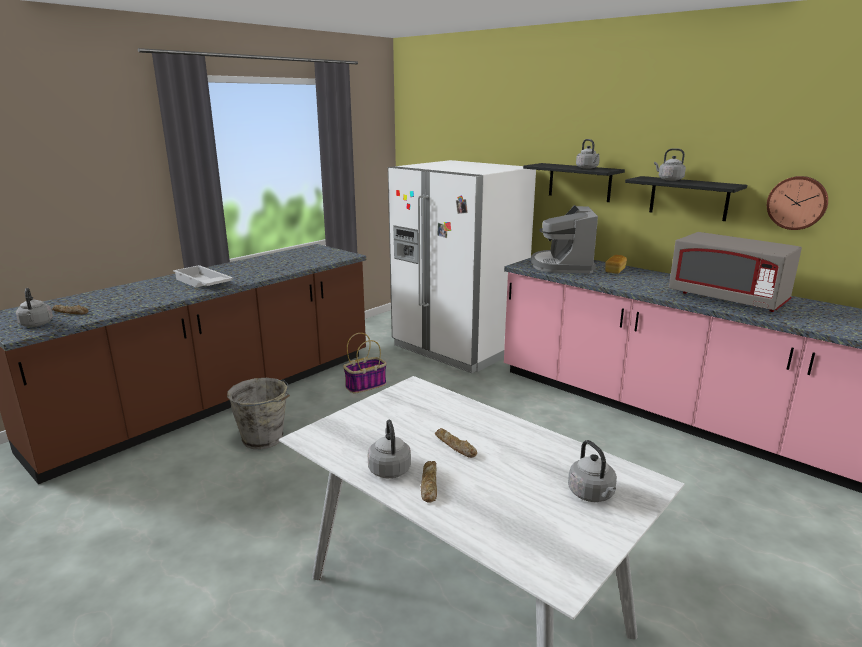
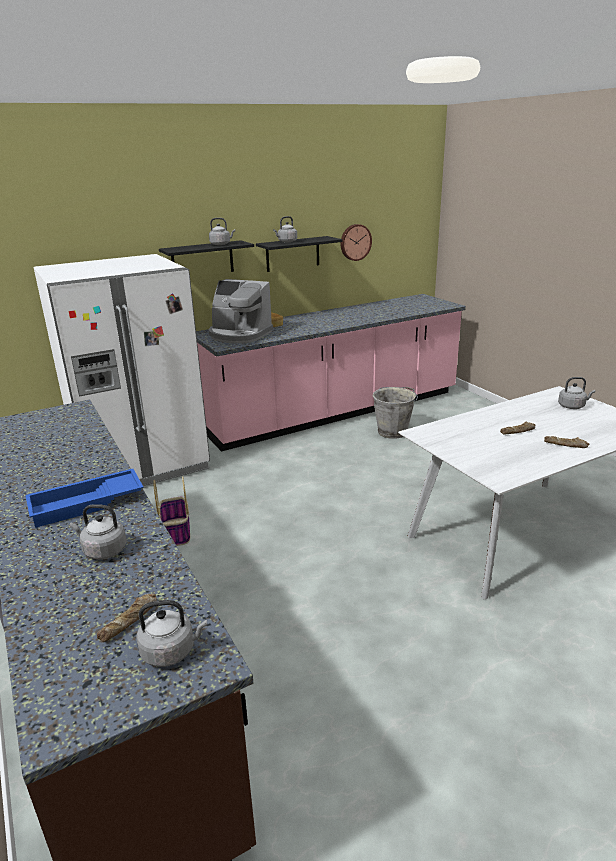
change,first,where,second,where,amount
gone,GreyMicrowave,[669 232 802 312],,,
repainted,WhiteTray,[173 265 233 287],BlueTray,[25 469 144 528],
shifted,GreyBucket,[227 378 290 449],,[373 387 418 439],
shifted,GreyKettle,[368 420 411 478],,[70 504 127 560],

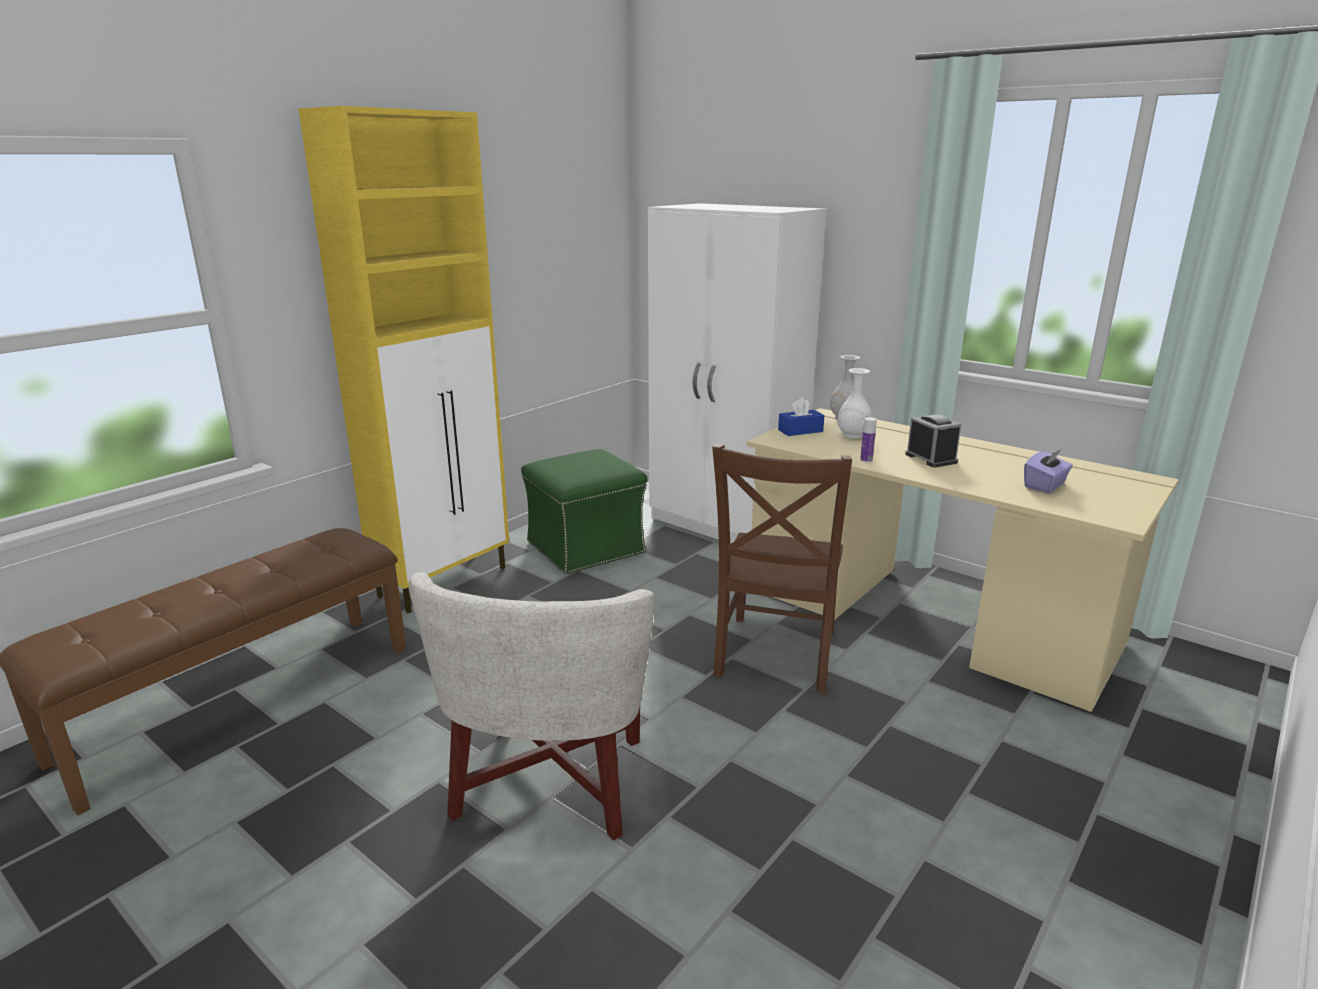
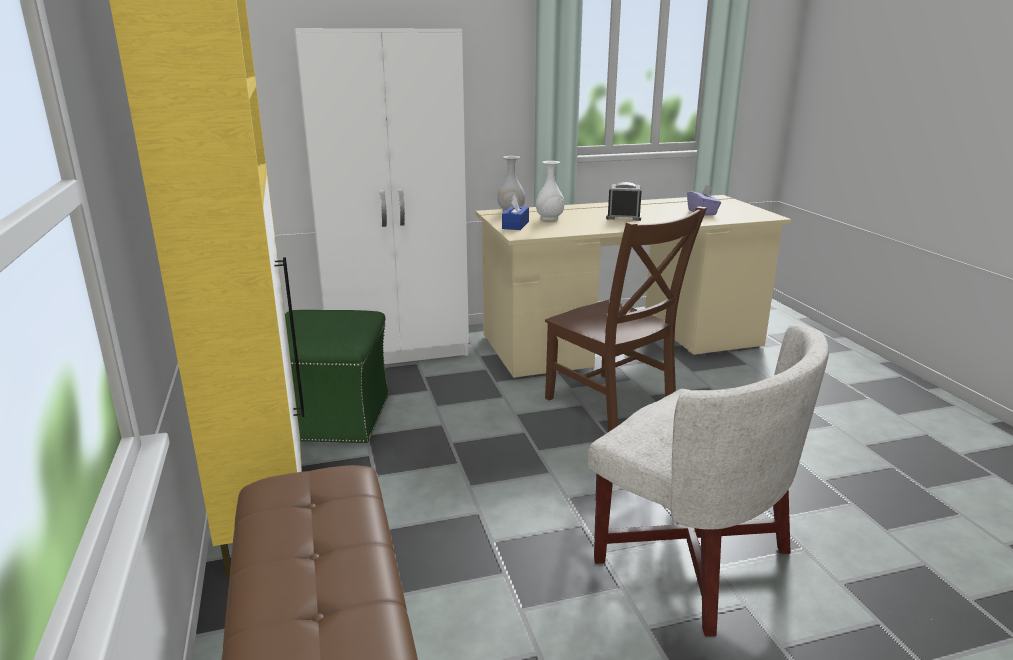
change,first,where,second,where,amount
gone,Bottle,[860 417 877 463],,,

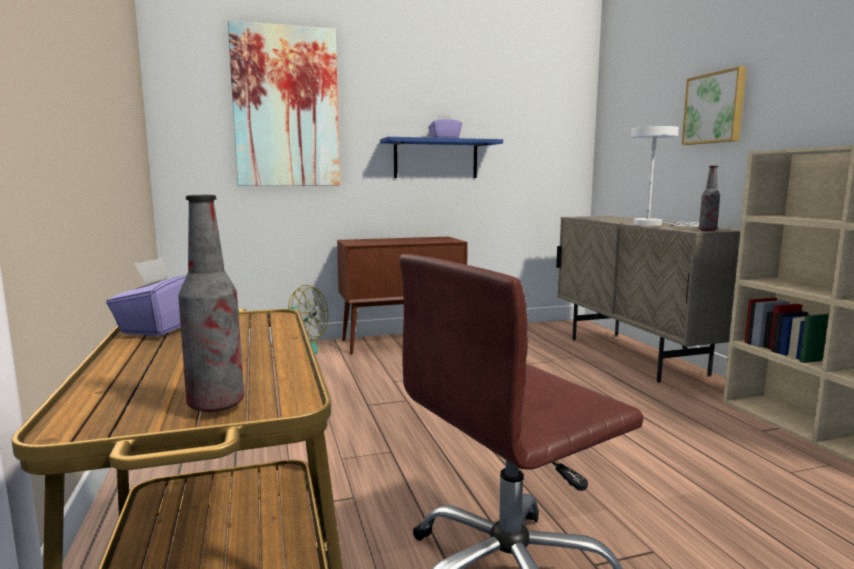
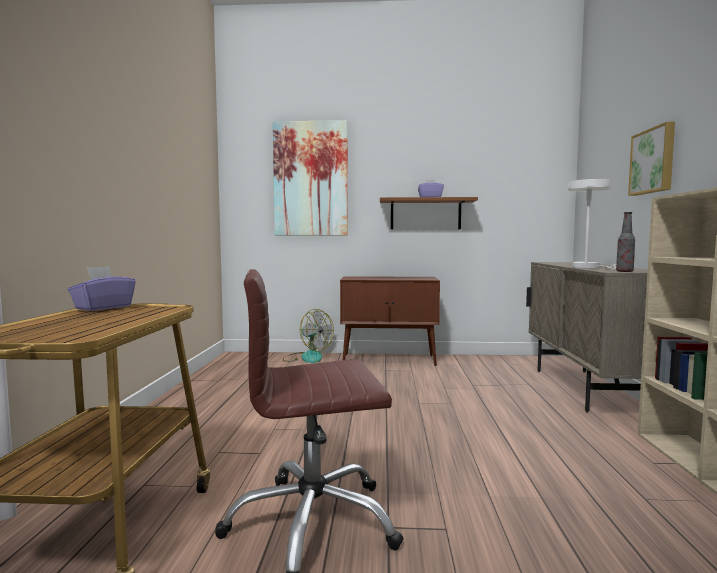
change,first,where,second,where,amount
repainted,BlueShelf,[380 137 503 178],BrownShelf,[380 197 478 230],
gone,Bottle,[178 195 244 412],,,

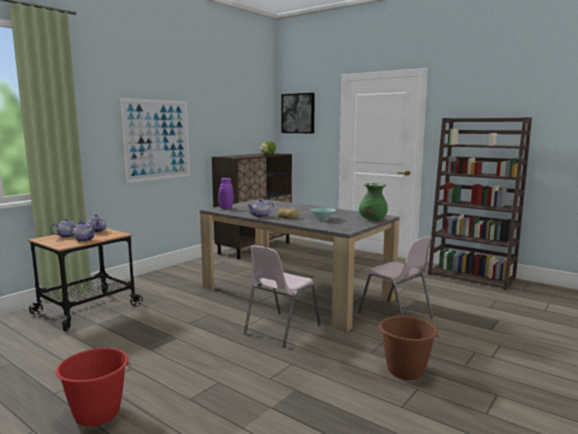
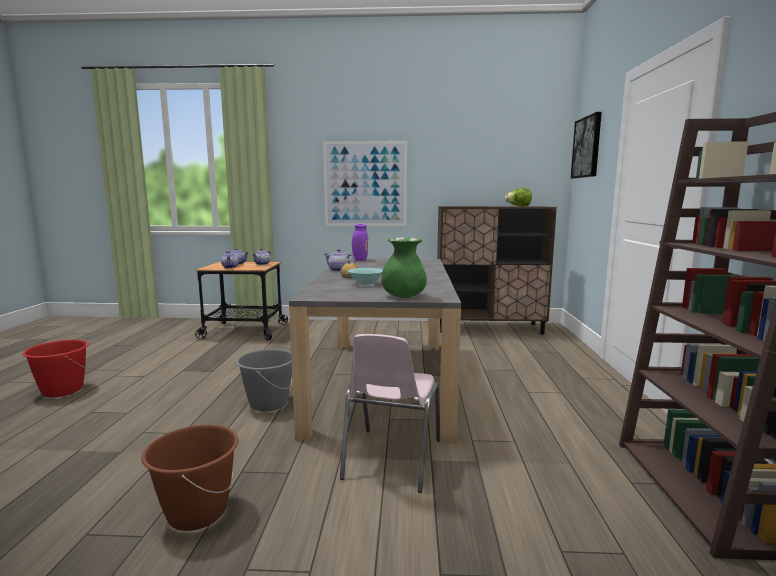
change,first,where,second,where,amount
swapped,PinkChair,[244 246 321 347],GreyBucket,[236 349 292 412],

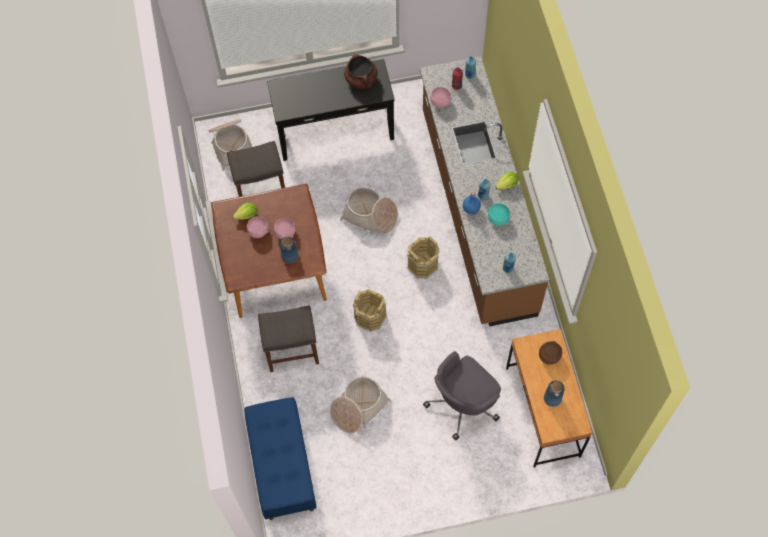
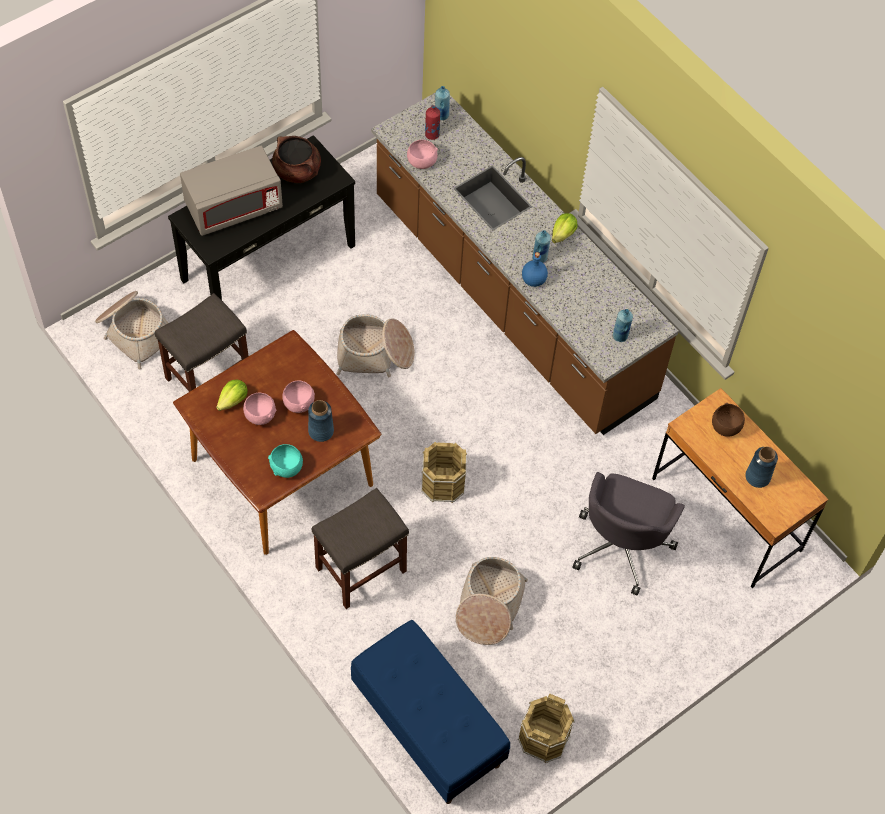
change,first,where,second,where,amount
shifted,TurquoiseBowl,[488 203 510 226],,[268 444 303 478],
shifted,BrownBucket,[407 236 439 279],,[518 693 575 763],
new,,,GreyMicrowave,[180 146 283 236],

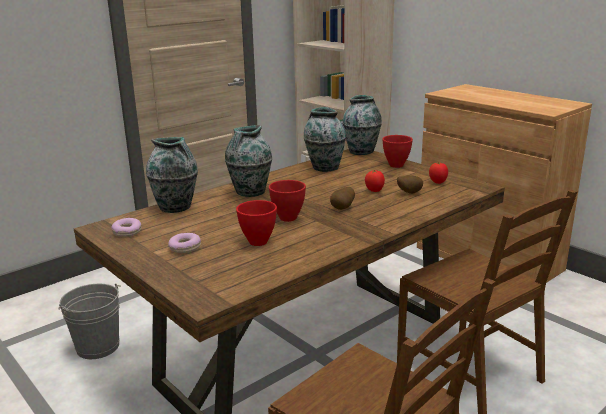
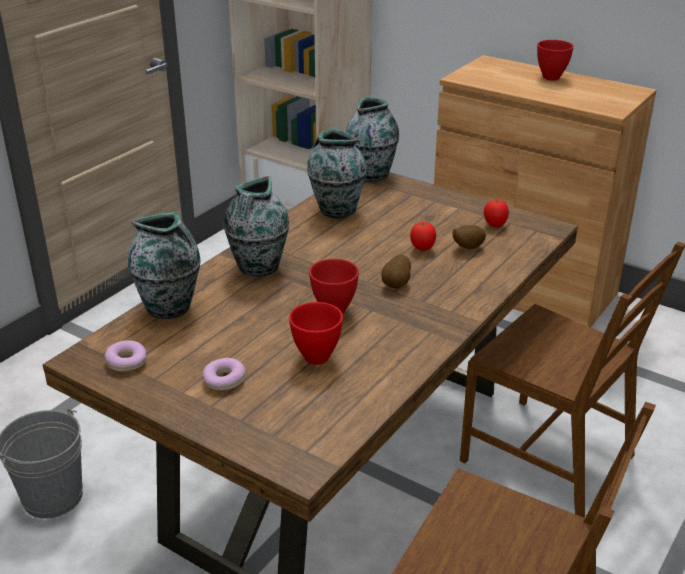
change,first,where,second,where,amount
shifted,RedBowl,[382 135 413 168],,[537 40 574 81],

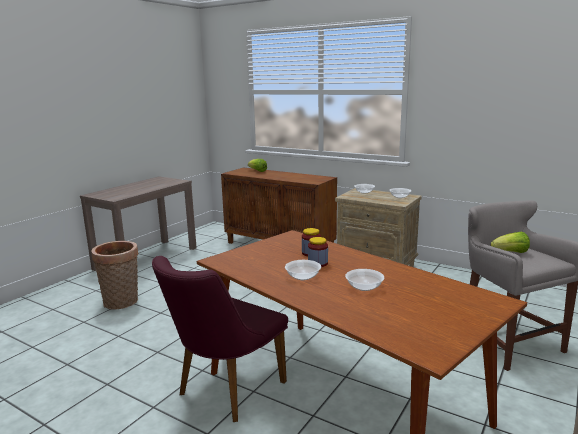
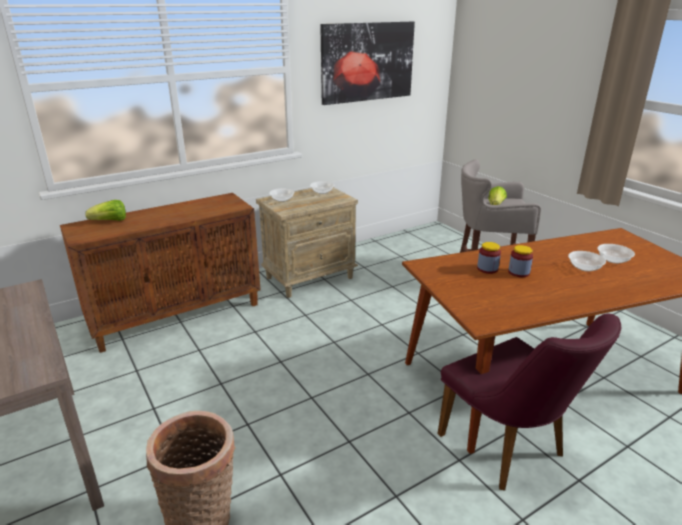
change,first,where,second,where,amount
shifted,Bowl,[285 260 321 280],,[598 244 635 264],
new,,,Picture,[320 22 415 105],

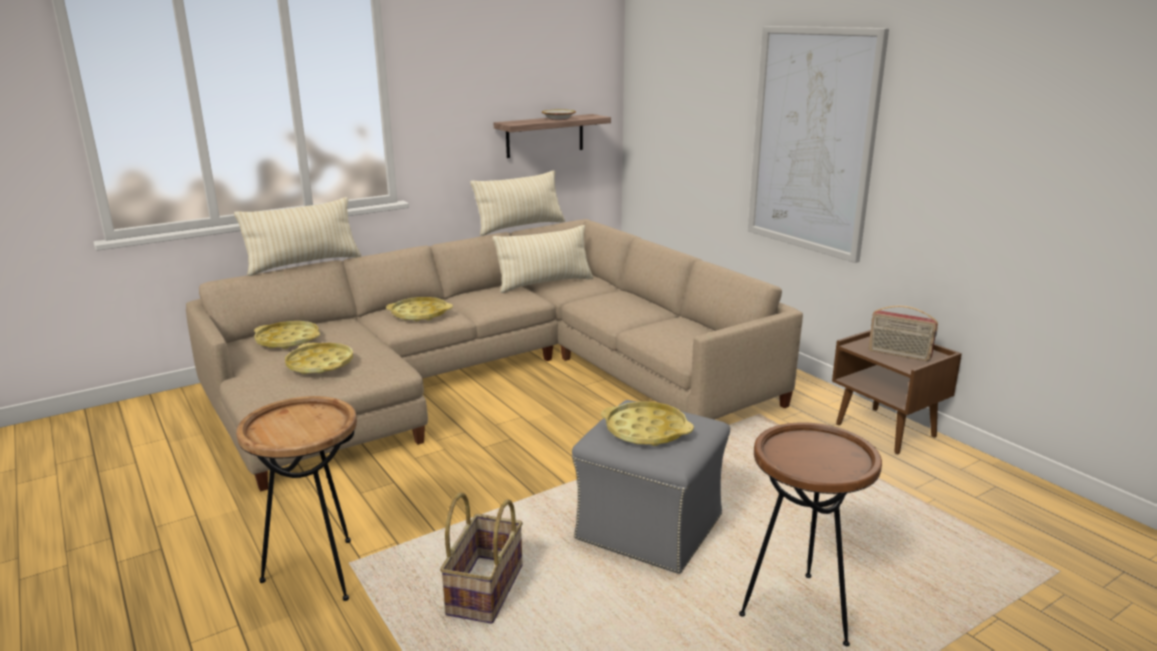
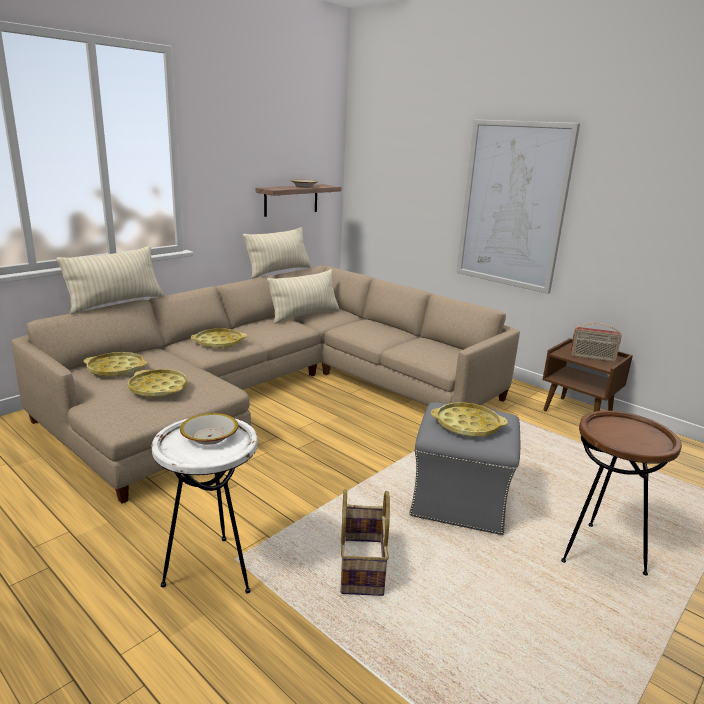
change,first,where,second,where,amount
repainted,BrownSideTable,[236 396 357 601],WhiteSideTable,[152 418 258 594],
new,,,Bowl,[180 413 238 445],

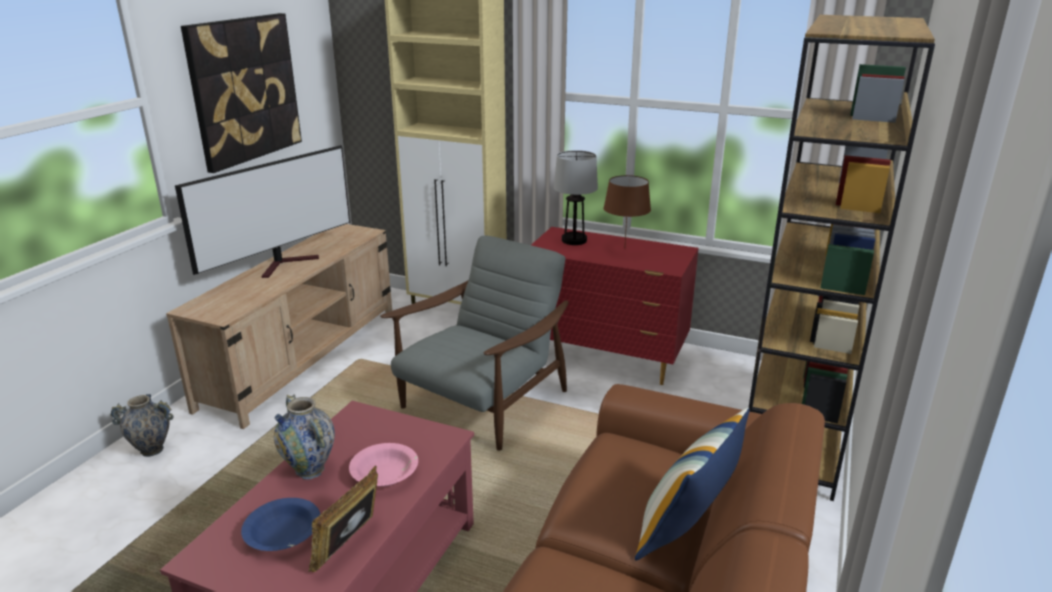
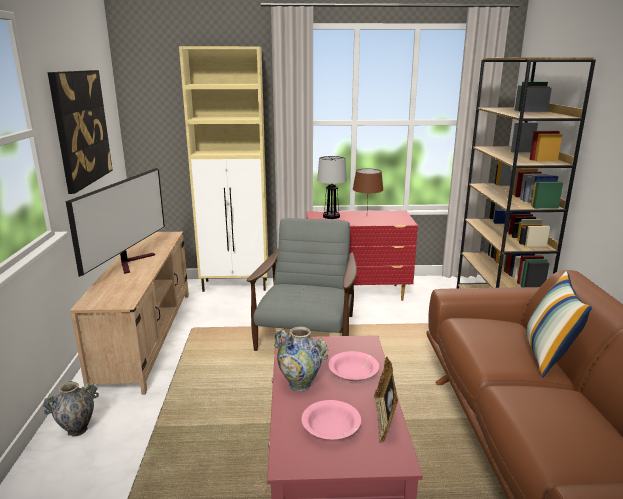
change,first,where,second,where,amount
repainted,BlueBowl,[241 498 320 551],PinkBowl,[302 400 361 440],

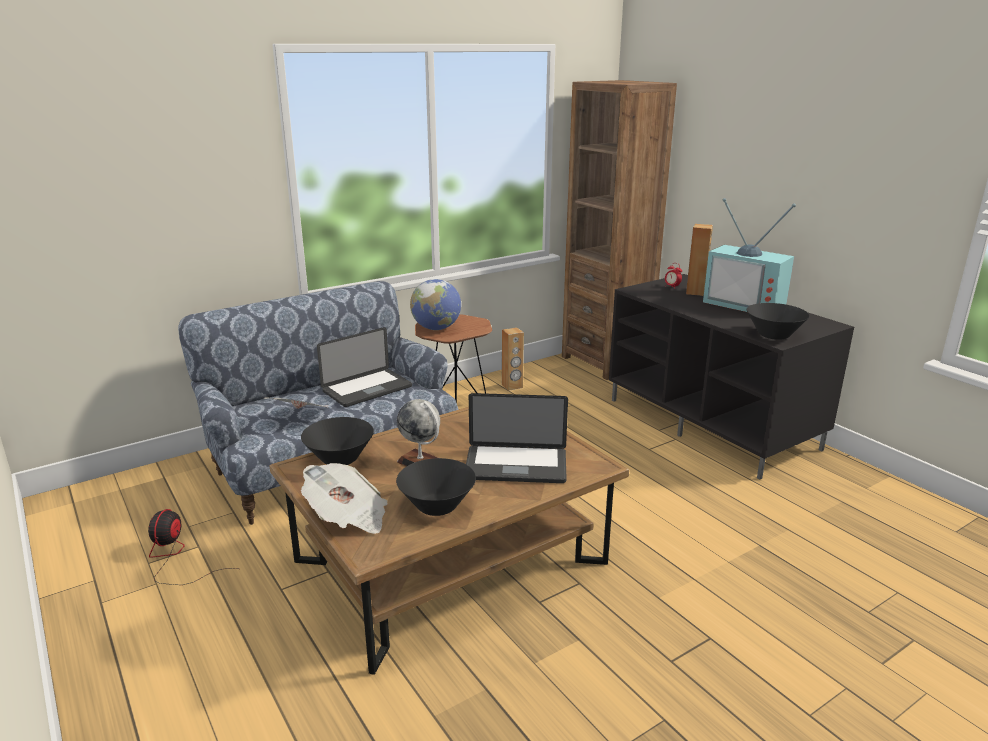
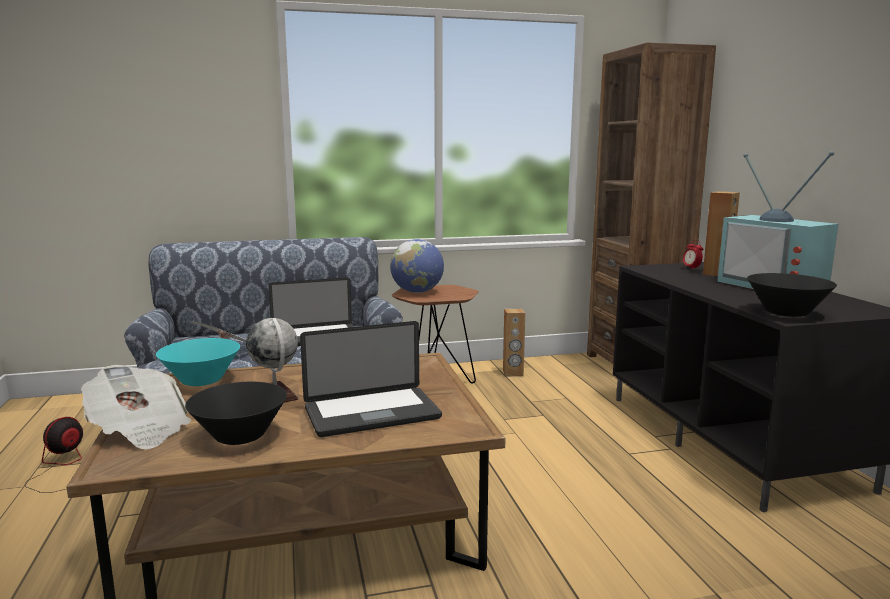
change,first,where,second,where,amount
rotated,Laptop,[466 393 568 483],,[300 321 442 437],45 degrees counterclockwise
repainted,BlackBowl,[301 417 374 465],TurquoiseBowl,[156 338 240 386],

